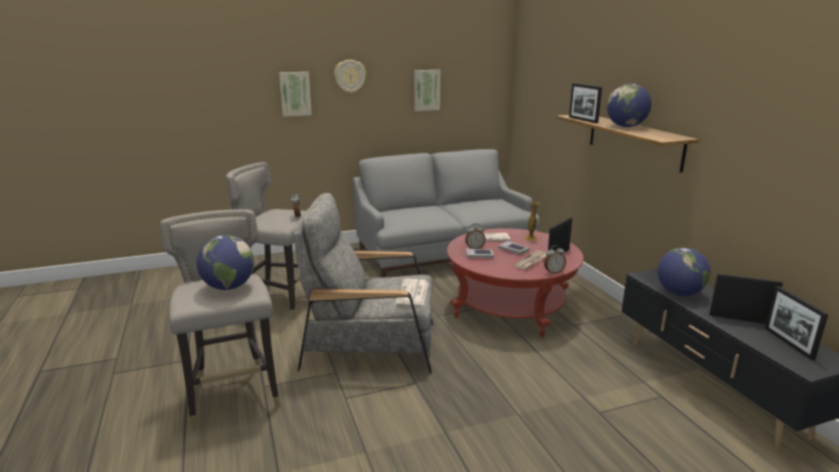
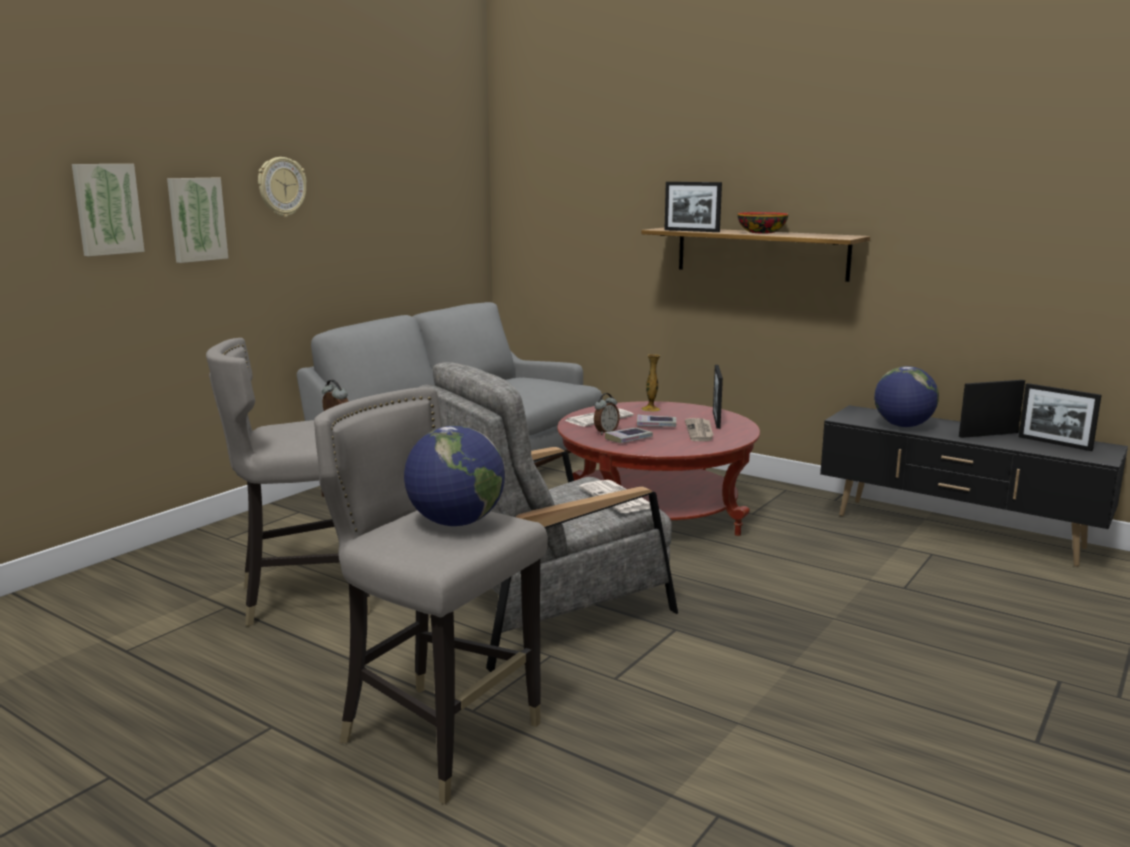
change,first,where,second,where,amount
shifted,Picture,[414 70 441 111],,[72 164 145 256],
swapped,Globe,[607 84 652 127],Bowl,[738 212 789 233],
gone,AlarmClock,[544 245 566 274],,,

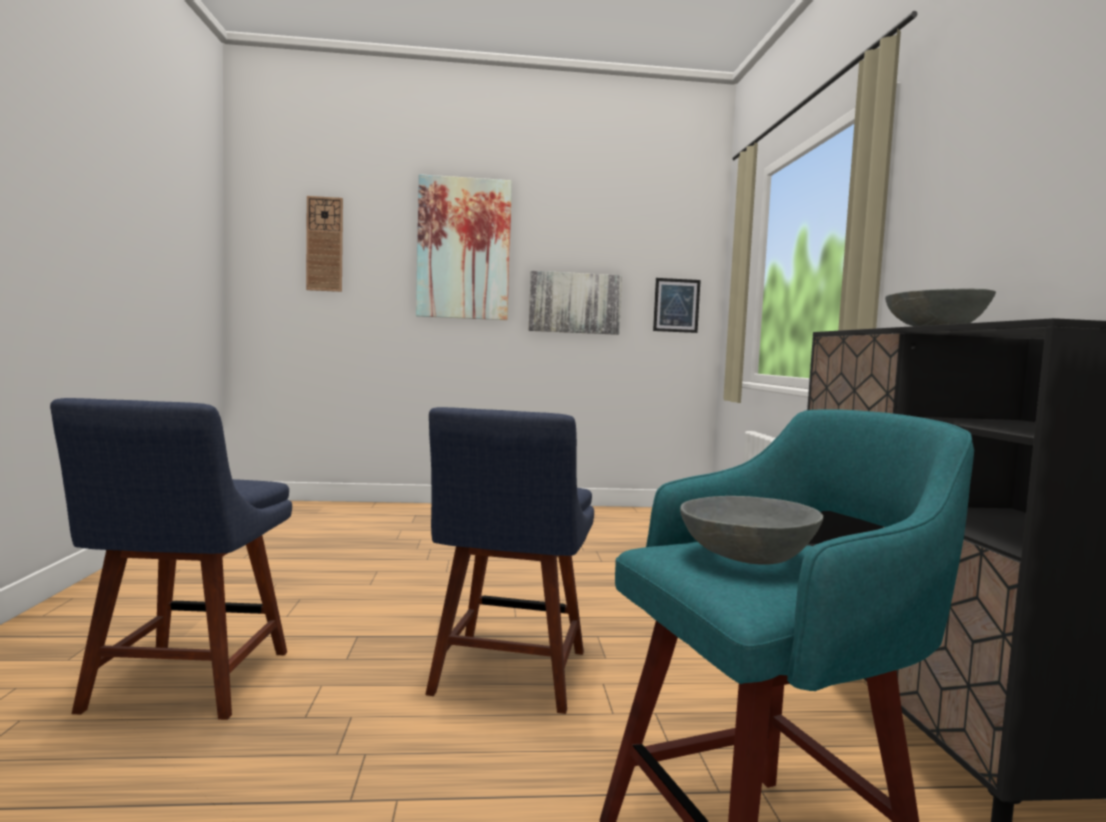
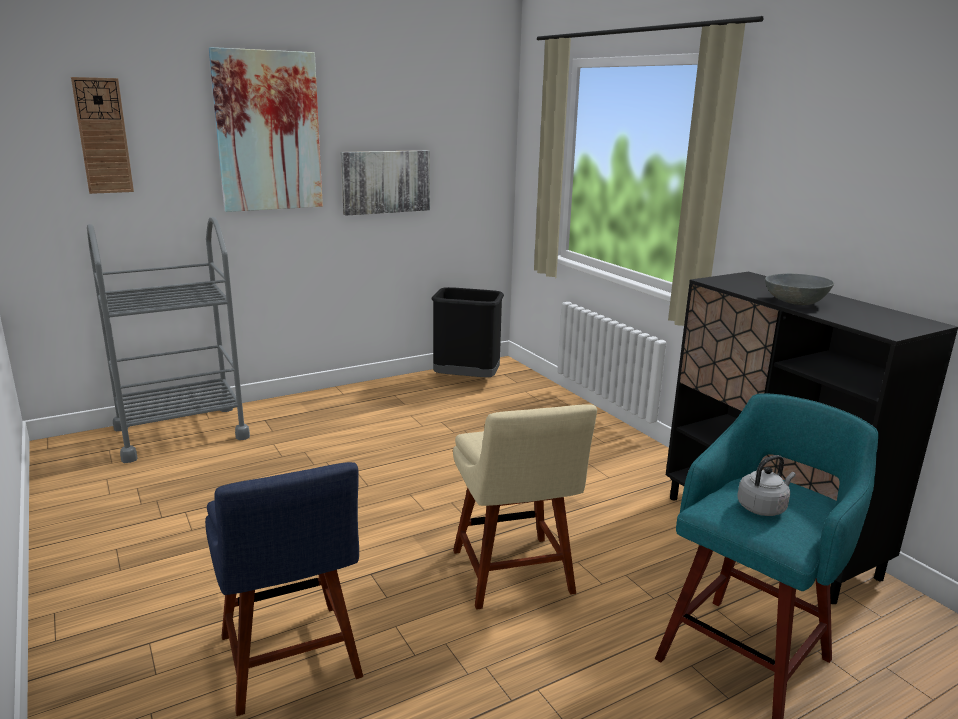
change,first,where,second,where,amount
gone,Picture,[653 278 701 333],,,
repainted,BlueChair,[425 407 594 714],BeigeChair,[453 404 597 610],
swapped,GreyBowl,[680 496 823 565],GreyKettle,[737 455 796 516],
new,,,GreyCart,[87 217 250 463],
new,,,BlackTrashCan,[431 287 504 377],

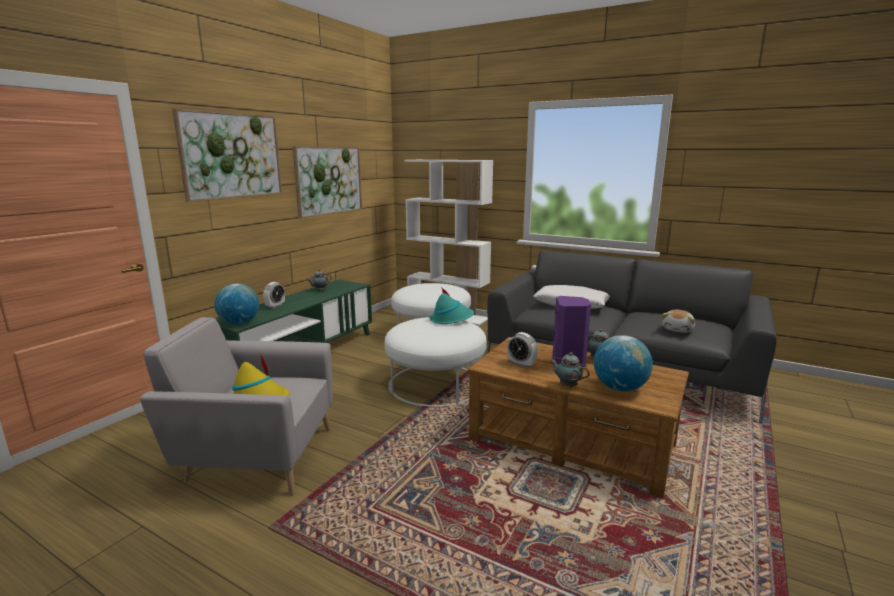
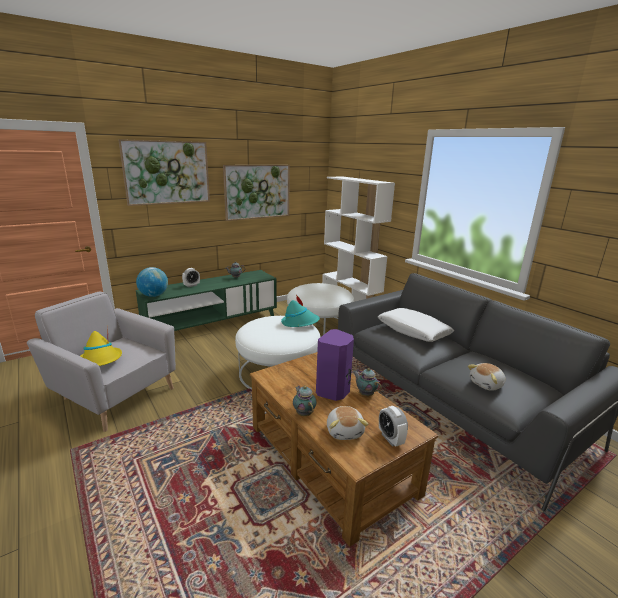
change,first,where,second,where,amount
shifted,AlarmClock,[507 332 538 368],,[379 406 408 447],
swapped,Globe,[594 335 653 392],PlushToy,[327 406 368 440],

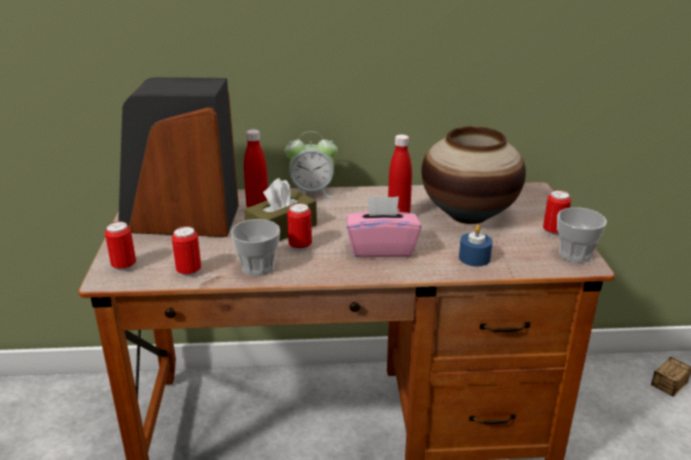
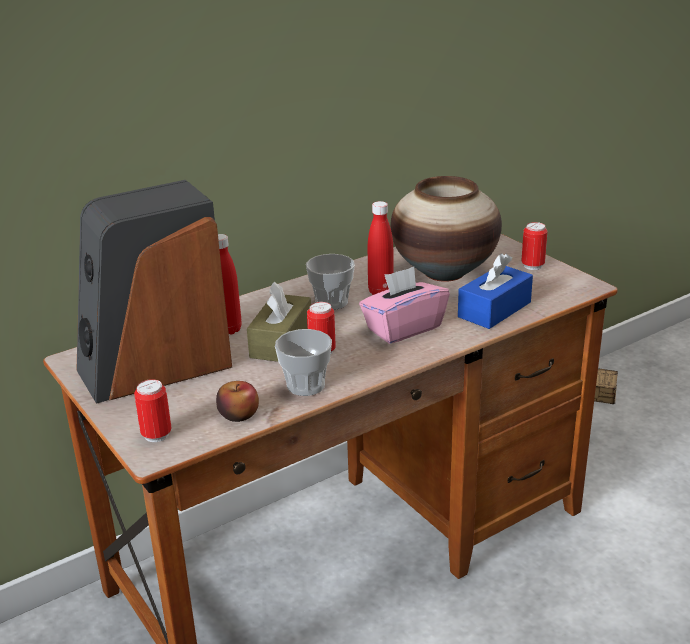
change,first,where,second,where,amount
gone,AlarmClock,[285 131 338 198],,,
shifted,Cup,[557 207 607 262],,[306 254 355 310],
swapped,BlueCandle,[459 225 493 266],BlueTissueBox,[458 254 533 329],
swapped,Can,[172 226 201 277],Apple,[216 381 259 422],

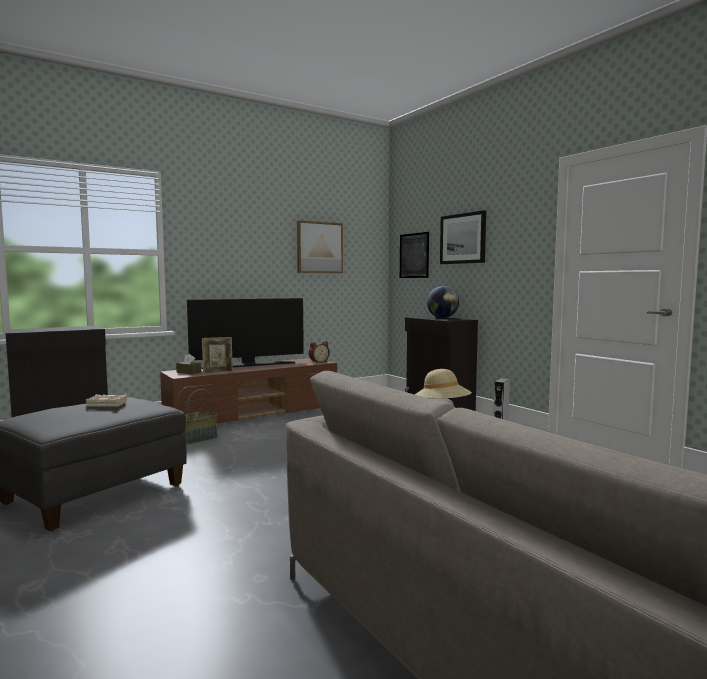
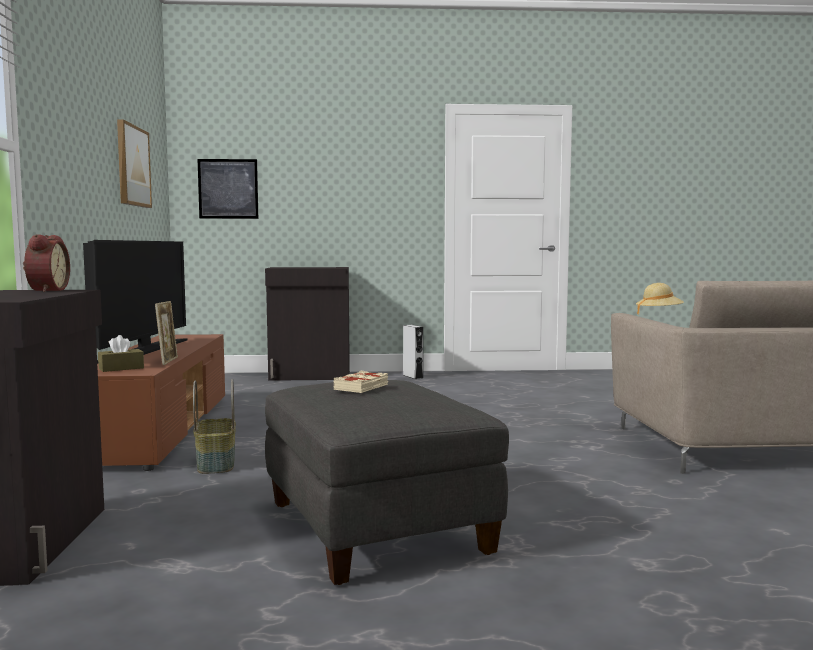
change,first,where,second,where,amount
gone,Picture,[440 210 486 264],,,
gone,Globe,[427 286 459 318],,,
shifted,AlarmClock,[309 341 330 363],,[23 234 70 292],

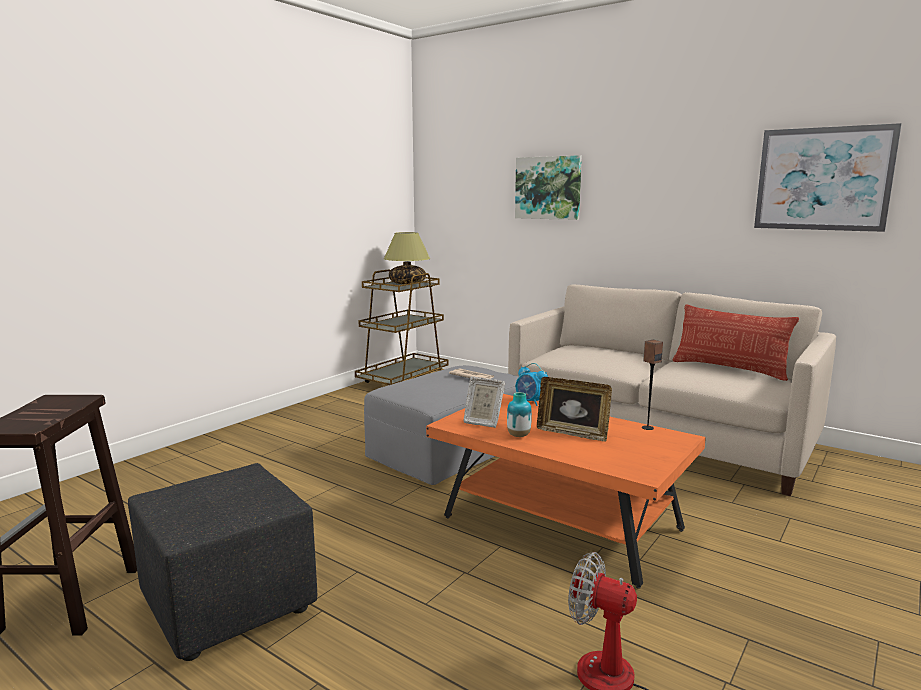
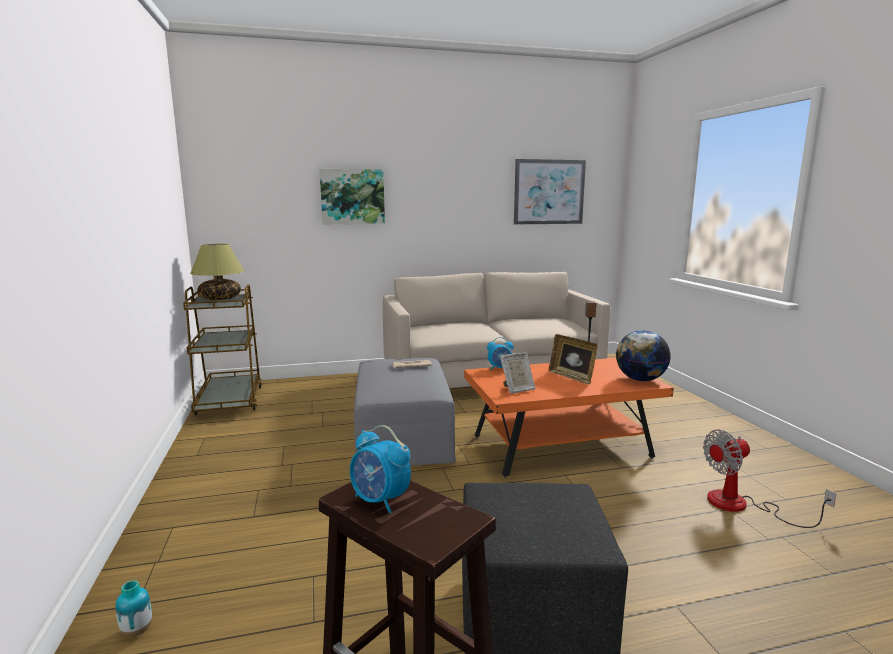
change,first,where,second,where,amount
gone,Pillow,[673 304 799 381],,,
rotated,PictureFrame,[537 377 612 442],,[549 334 597 385],75 degrees clockwise
shifted,Vase,[507 392 532 437],,[116 580 152 637],
new,,,Globe,[616 330 671 381],
new,,,AlarmClock,[350 425 411 513],

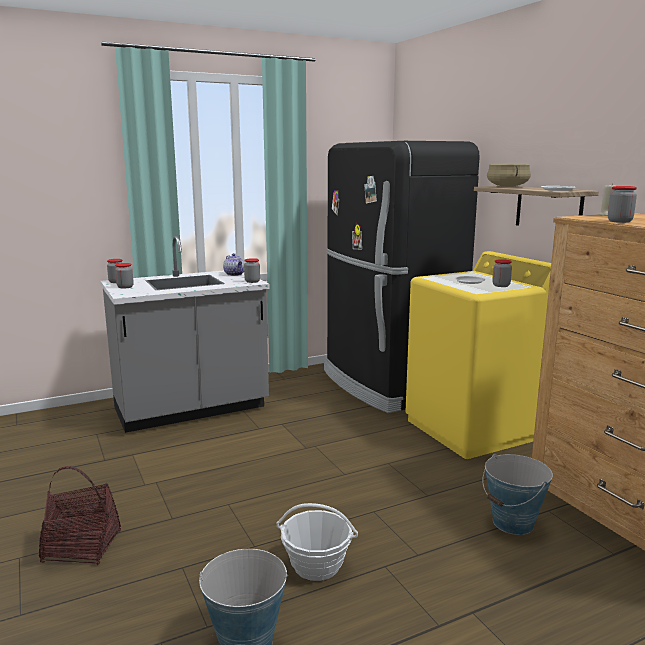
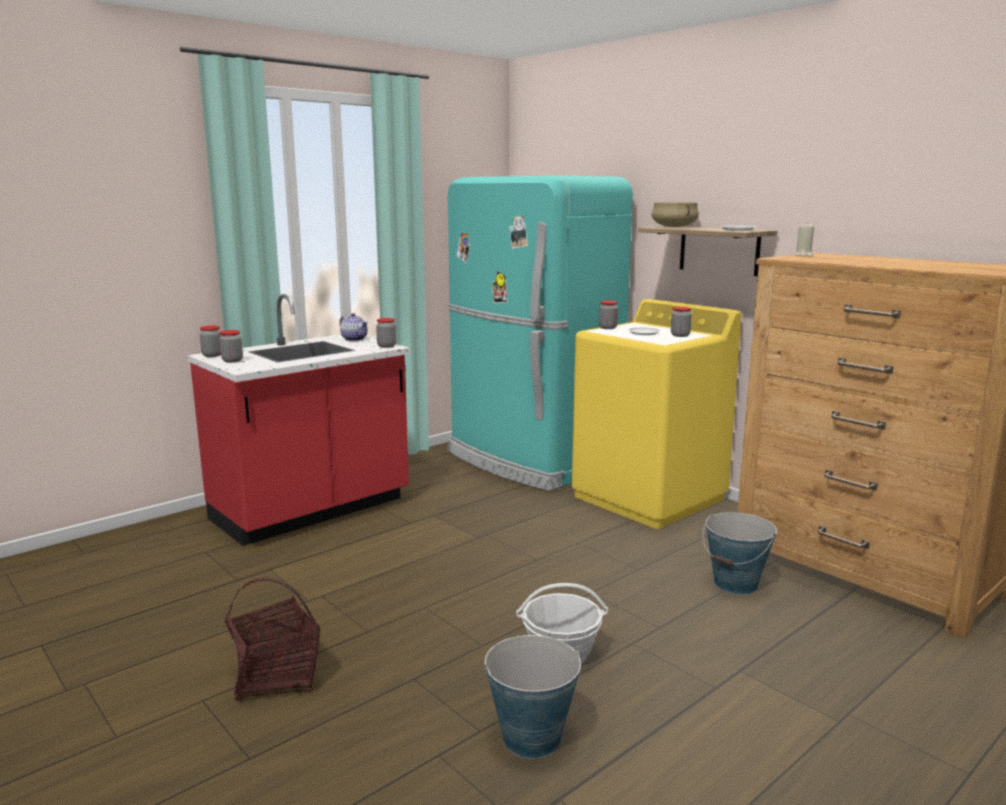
change,first,where,second,where,amount
repainted,BlackFridge,[324 141 479 413],TurquoiseFridge,[448 176 633 491],
shifted,Jar,[608 186 637 223],,[599 301 618 329],
repainted,GreyCounter,[100 236 269 433],RedCounter,[187 294 410 546],

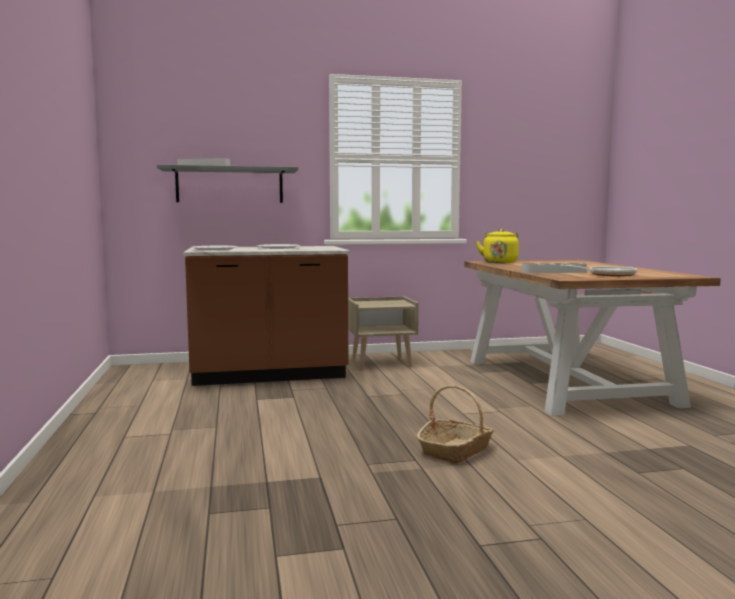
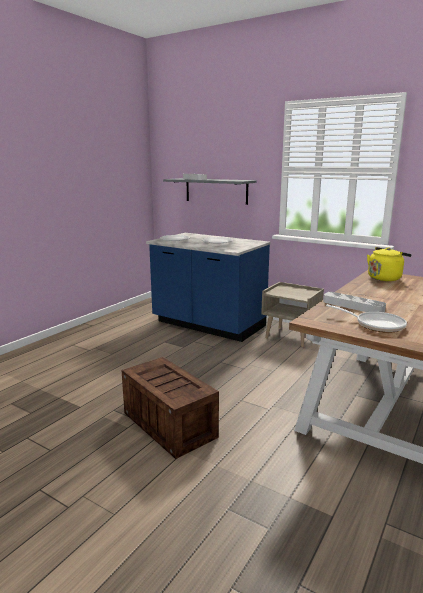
change,first,where,second,where,amount
repainted,BrownCounter,[183 246 350 386],BlueCounter,[146 233 271 342],
swapped,Basket,[417 385 494 464],Crate,[121 357 219 459],

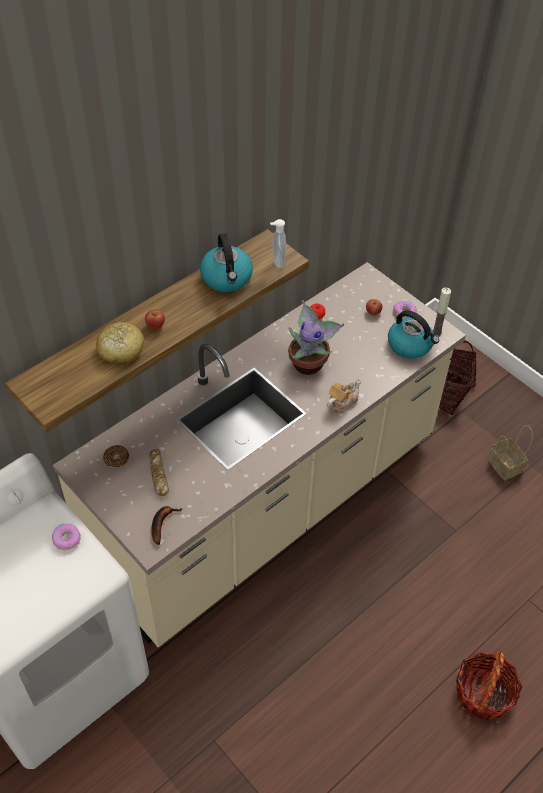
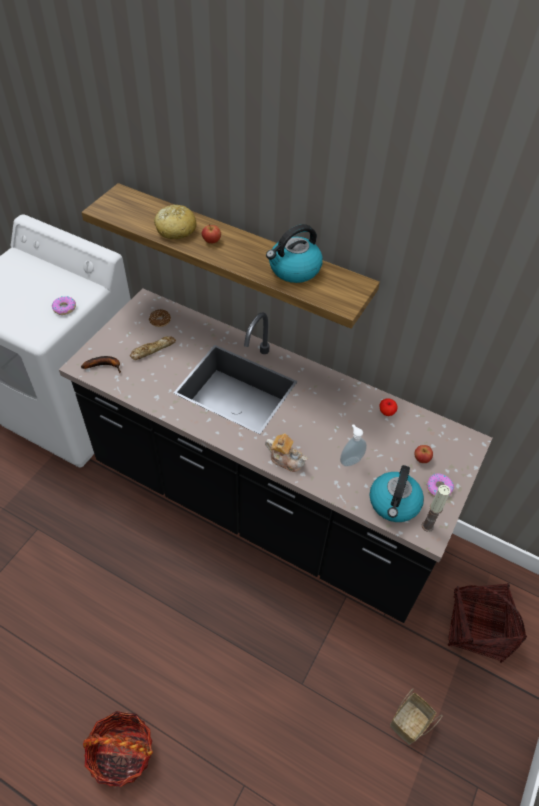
change,first,where,second,where,amount
shifted,SoapDispenser,[270 219 286 268],,[340 424 367 467],
repainted,BeigeCounter,[53 262 466 647],BlackCounter,[59 288 492 623],
gone,PottedPlant,[288 300 345 375],,,

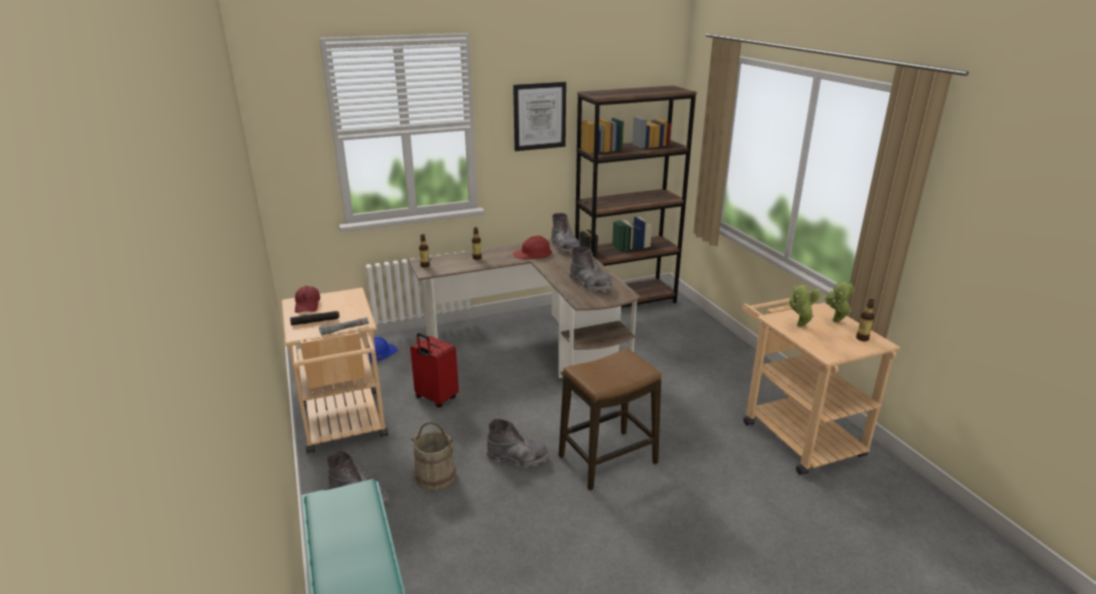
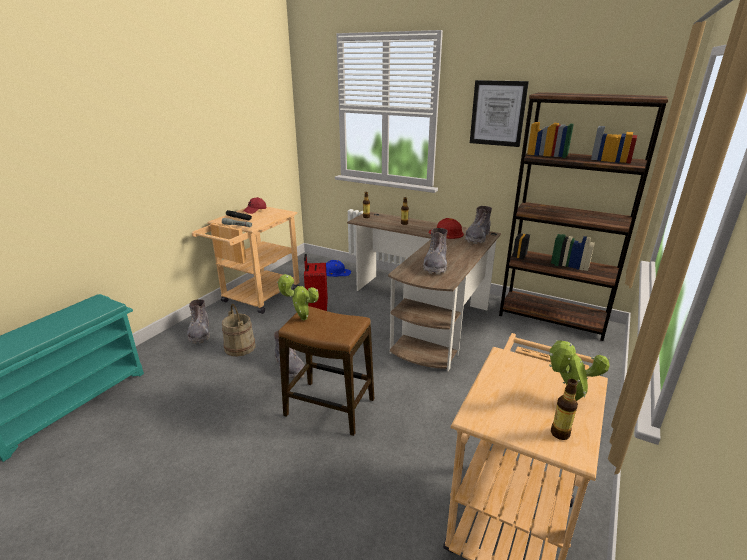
change,first,where,second,where,amount
shifted,PottedPlant,[788 285 820 327],,[277 274 319 321],

